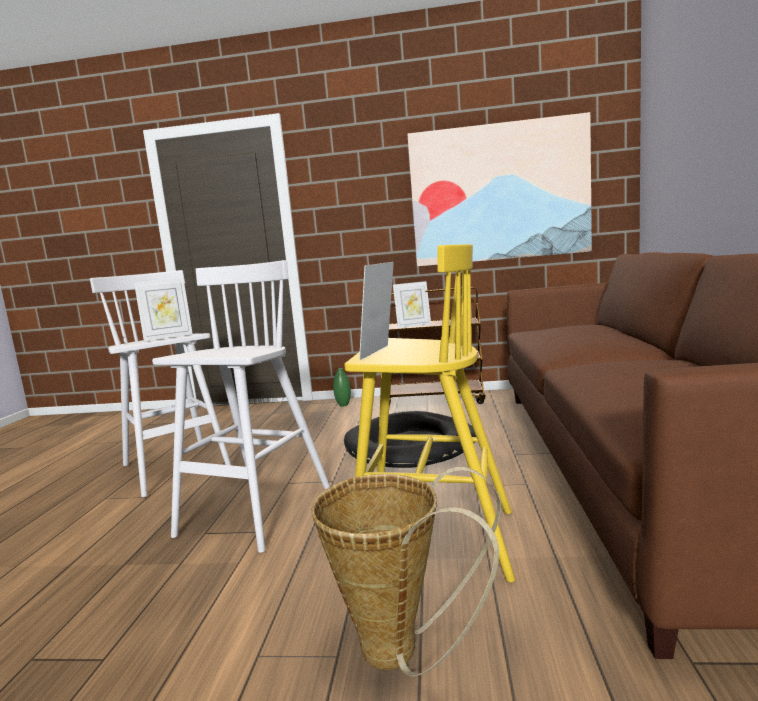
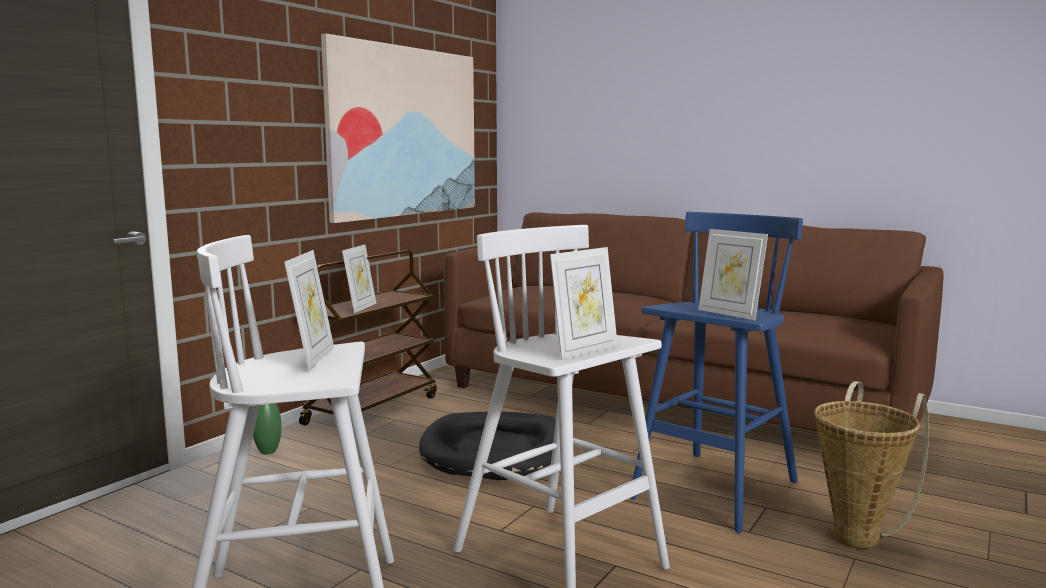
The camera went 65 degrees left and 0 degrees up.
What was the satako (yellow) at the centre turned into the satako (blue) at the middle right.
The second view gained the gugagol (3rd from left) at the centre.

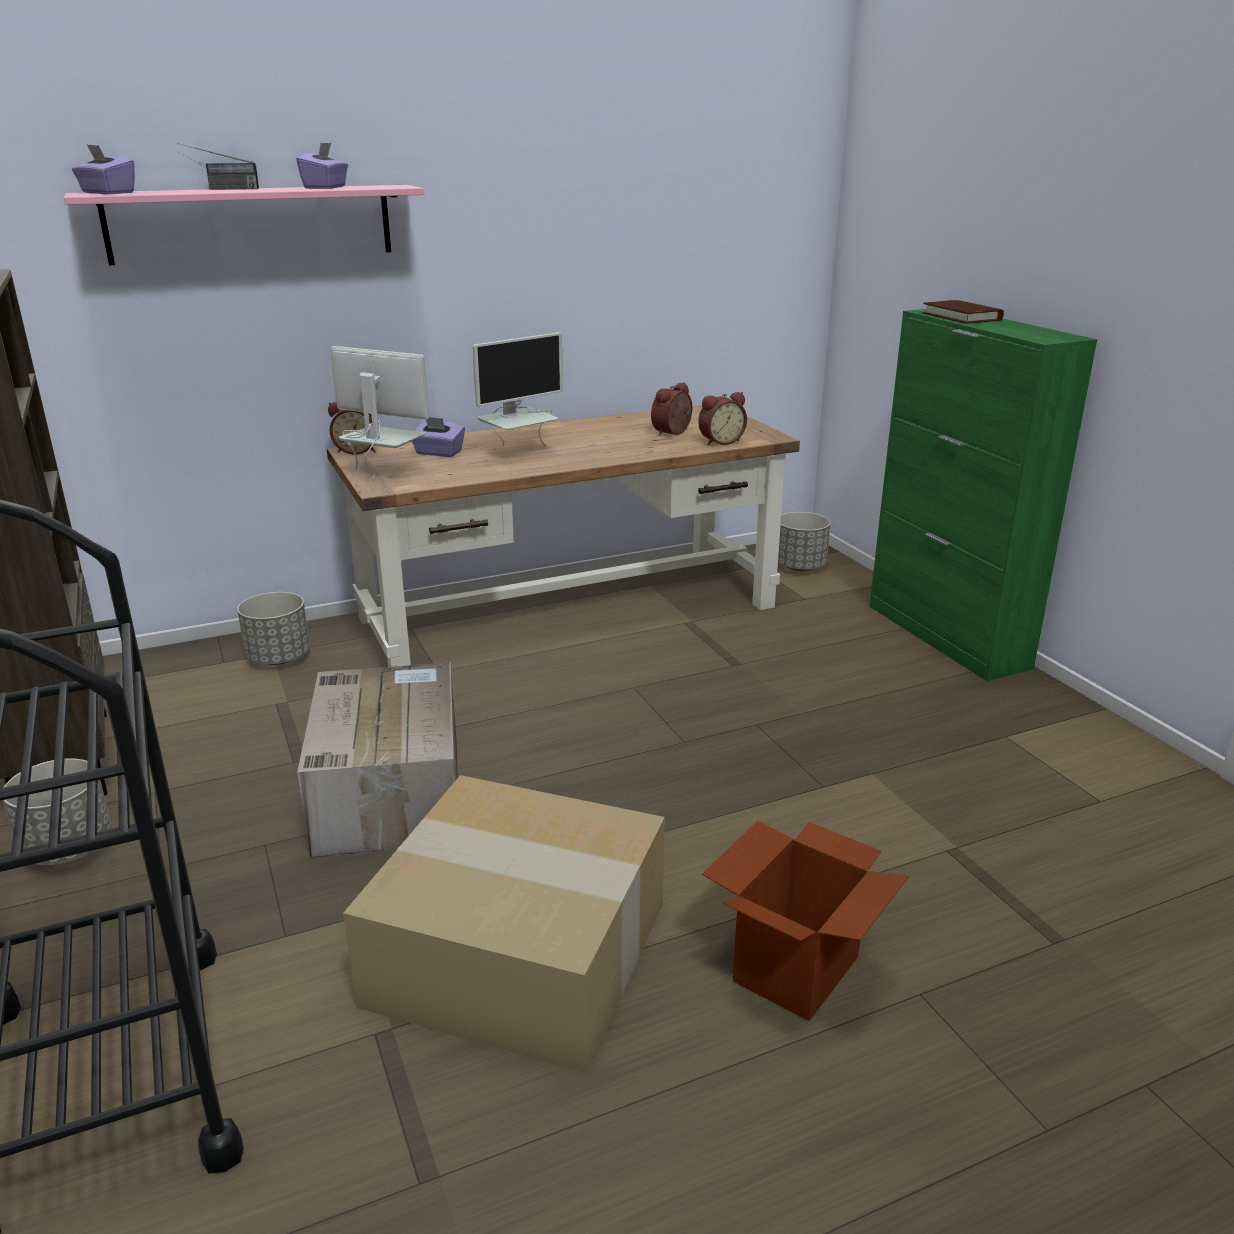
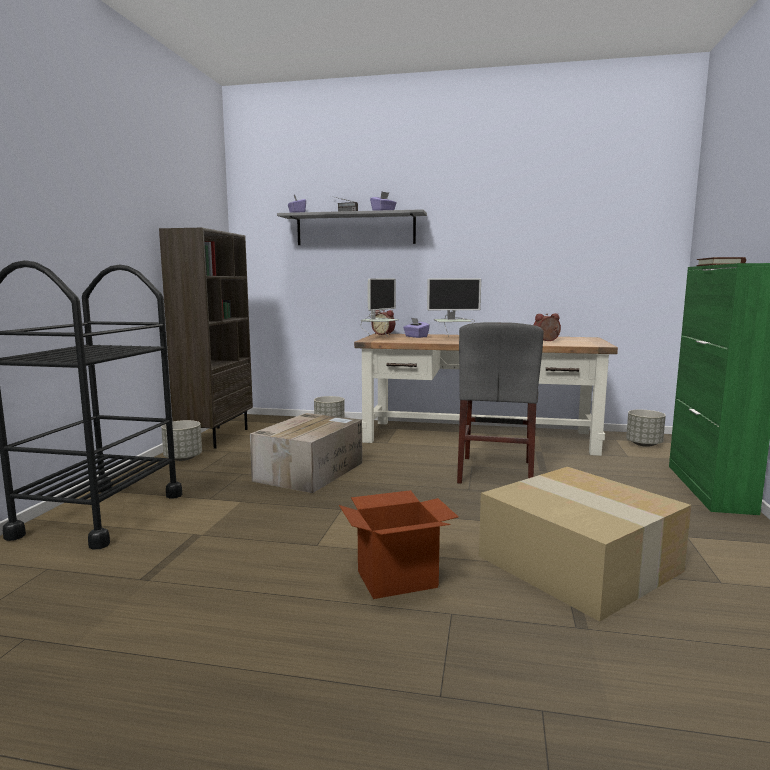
The camera went 35 degrees right and 15 degrees down.
What was the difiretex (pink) at the top left turned into the difiretex (grey) at the top centre.
The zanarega (1st from left) at the middle left ended up facing another way, 60 degrees clockwise from before.
The second view lost the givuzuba (3rd from left) at the centre.
The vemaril (2nd from left in the first image) ended up elsewhere, having gone from the bottom centre to the bottom right.
The second view gained the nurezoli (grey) at the centre.

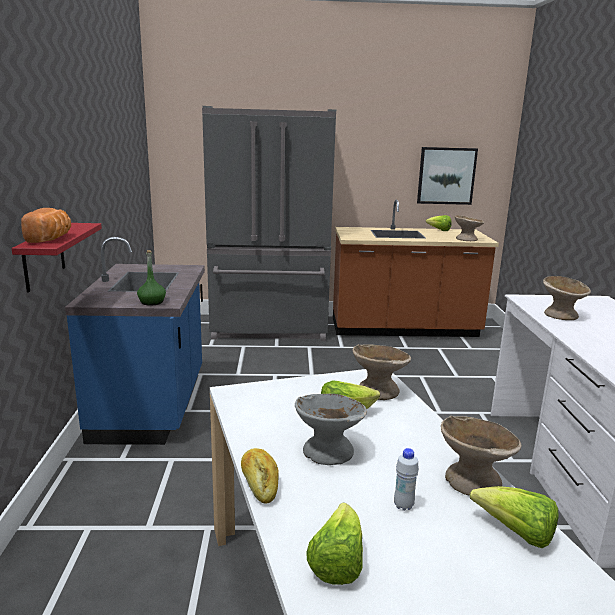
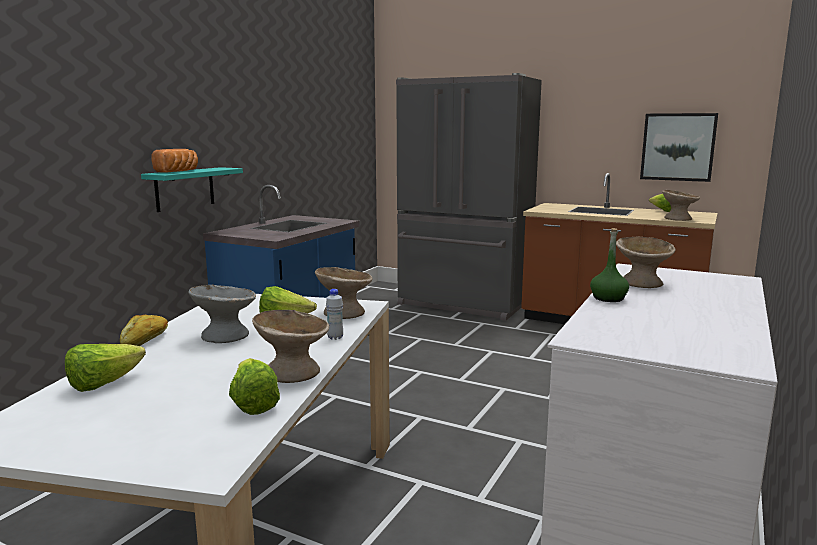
The camera went 30 degrees right and 5 degrees down.
What was the difiretex (red) at the middle left turned into the difiretex (turquoise) at the middle left.
The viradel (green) ended up elsewhere, having gone from the middle left to the middle right.
The viradel (white) ended up elsewhere, having gone from the bottom centre to the centre.

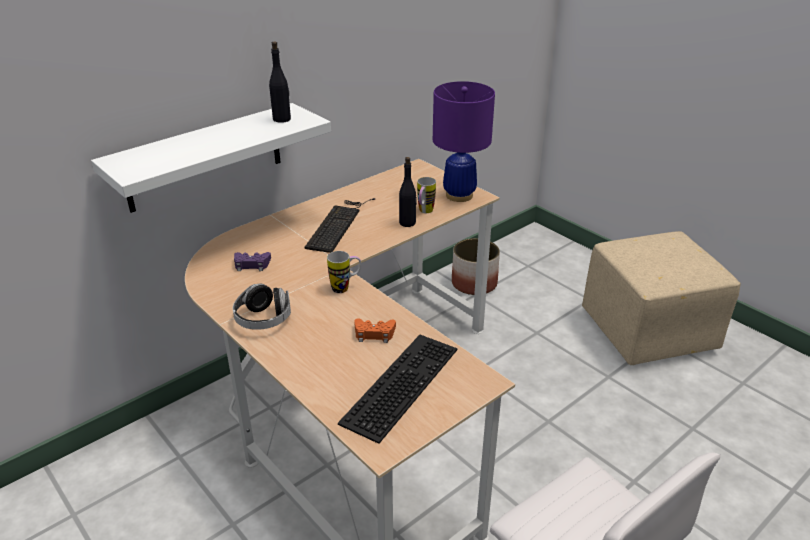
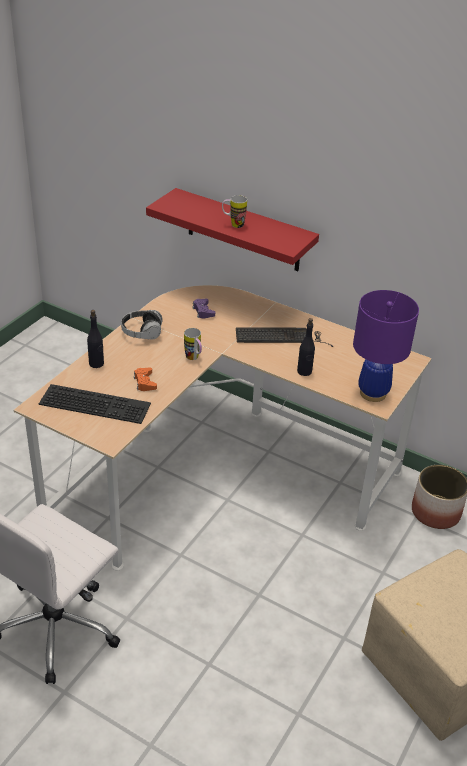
The camera went 70 degrees right and 5 degrees up.
The viradel (black) (1st from left) ended up elsewhere, having gone from the top centre to the middle left.
What was the difiretex (white) at the top left turned into the difiretex (red) at the top centre.
The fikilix (2nd from left) ended up elsewhere, having gone from the centre to the top centre.

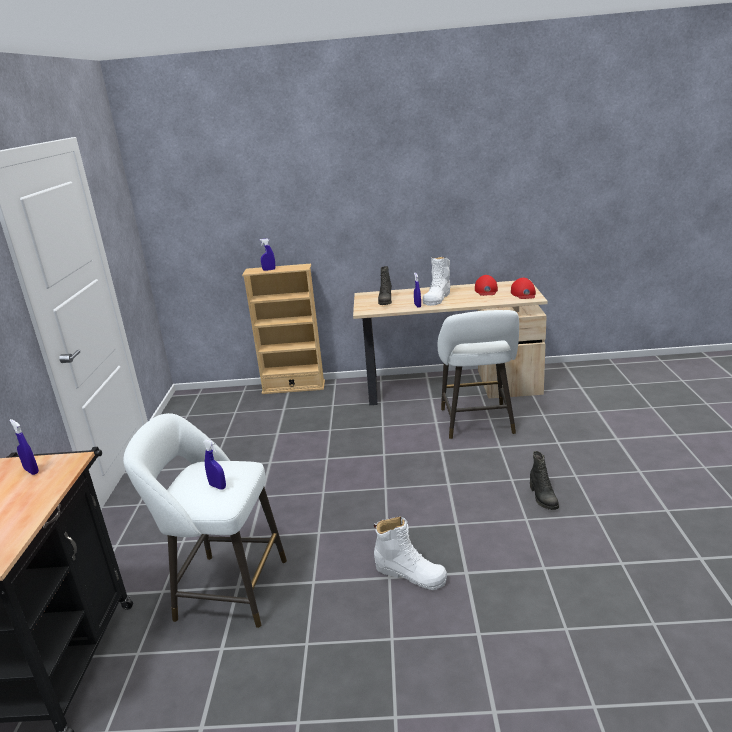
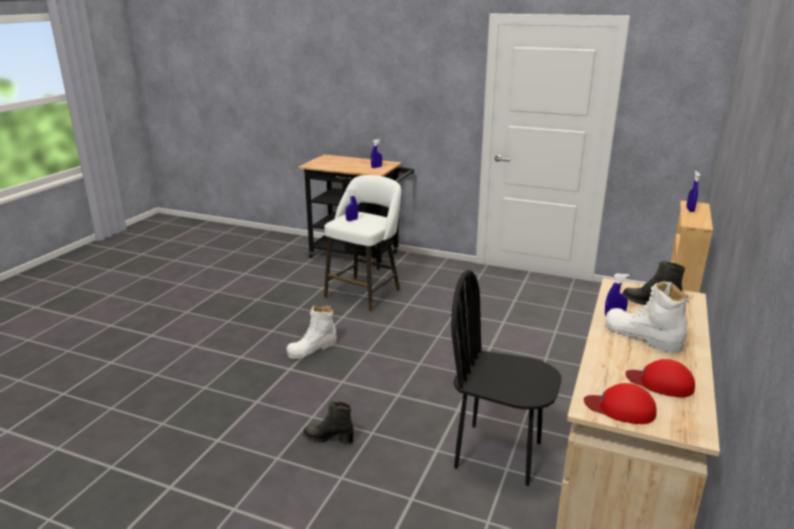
The camera went 110 degrees right and 0 degrees up.
Where the satako (white) (2nd from left) stood at the centre, the nurezoli (black) came to stand at the bottom centre.

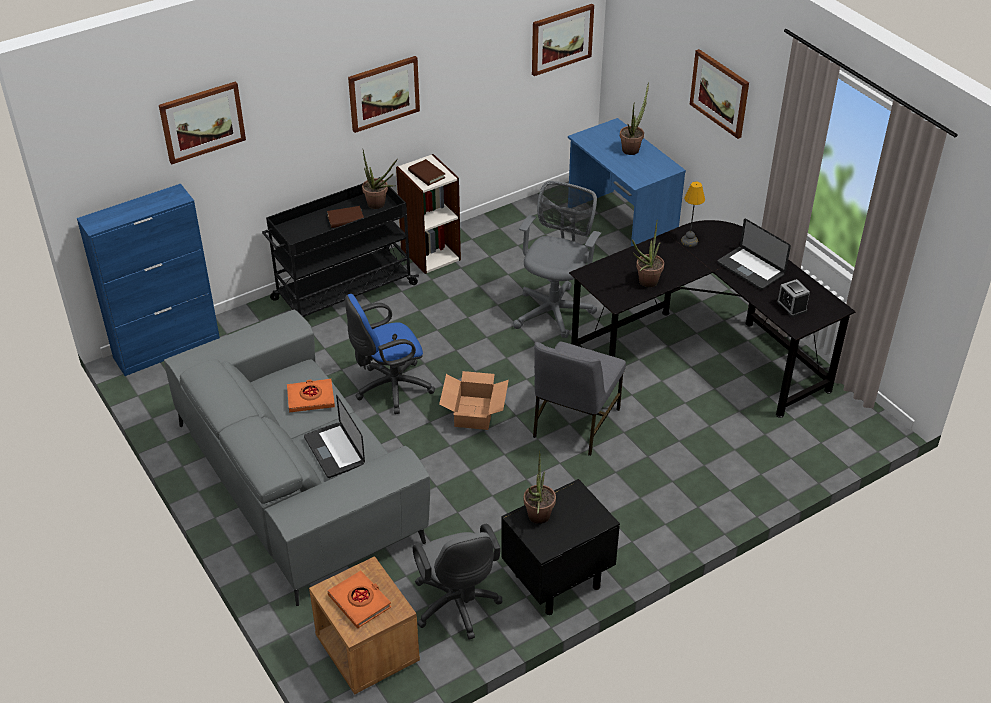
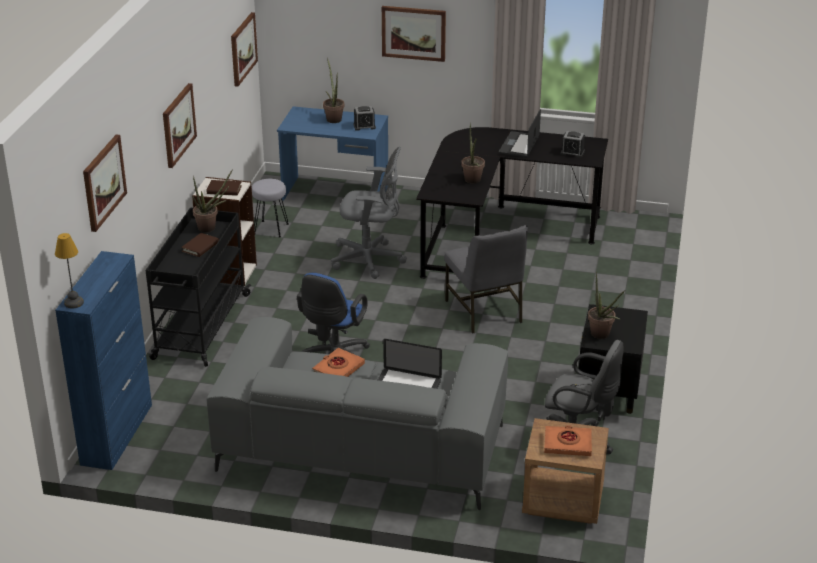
The camera went 45 degrees left and 10 degrees down.
The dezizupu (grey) (2nd from left in the first image) at the centre ended up facing another way, 120 degrees clockwise from before.
The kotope ended up elsewhere, having gone from the top right to the middle left.
The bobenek (2nd from left) at the middle right ended up facing another way, 105 degrees clockwise from before.
The second view lost the vemaril at the centre.
The second view gained the givuzuba (1st from left) at the top centre.
The second view gained the satako (grey) at the middle left.

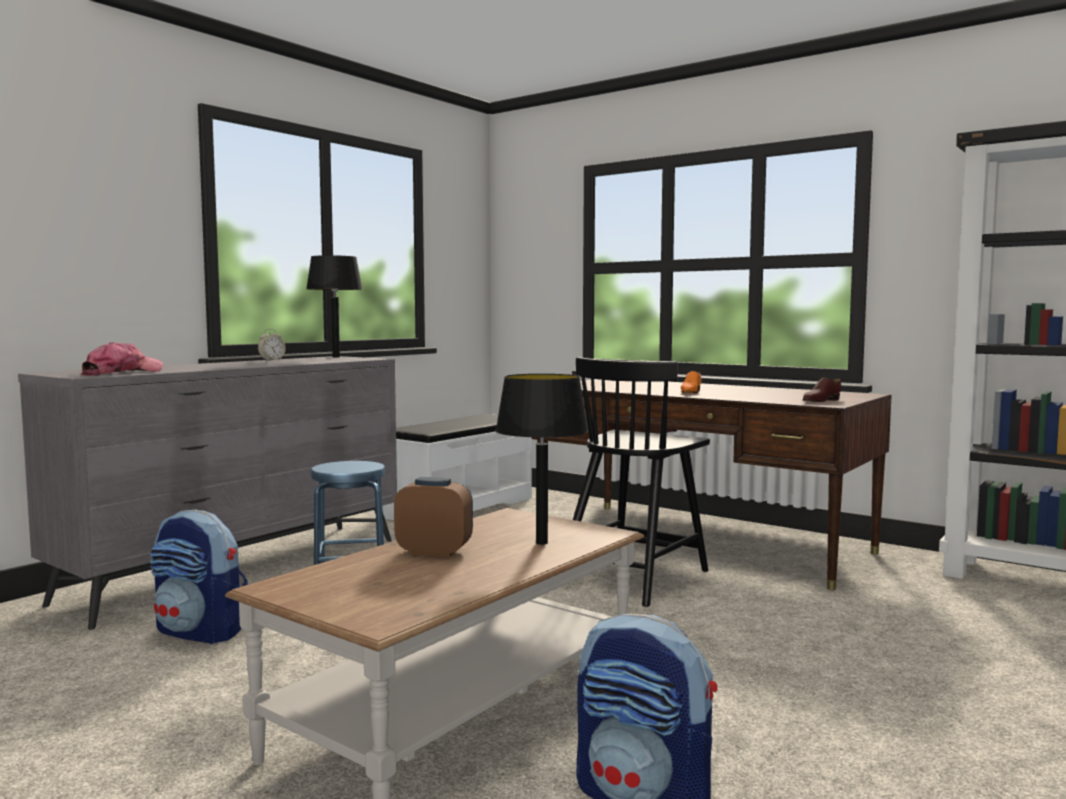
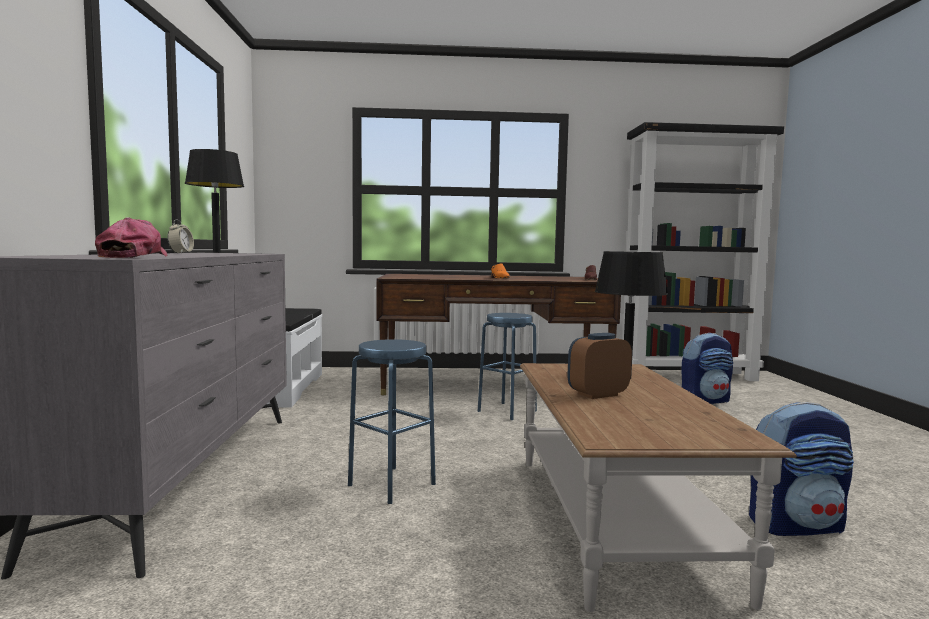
The camera went 40 degrees left and 0 degrees up.
Where the nurezoli (black) stood at the centre, the satako (blue) (2nd from left) came to stand at the centre.
The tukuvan (1st from left) ended up elsewhere, having gone from the bottom left to the middle right.

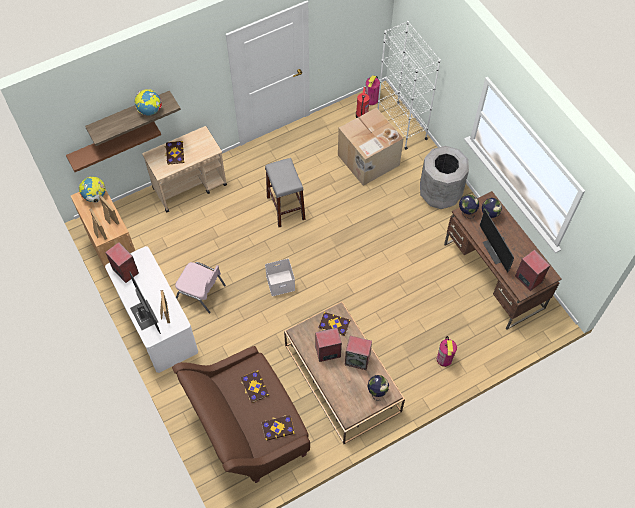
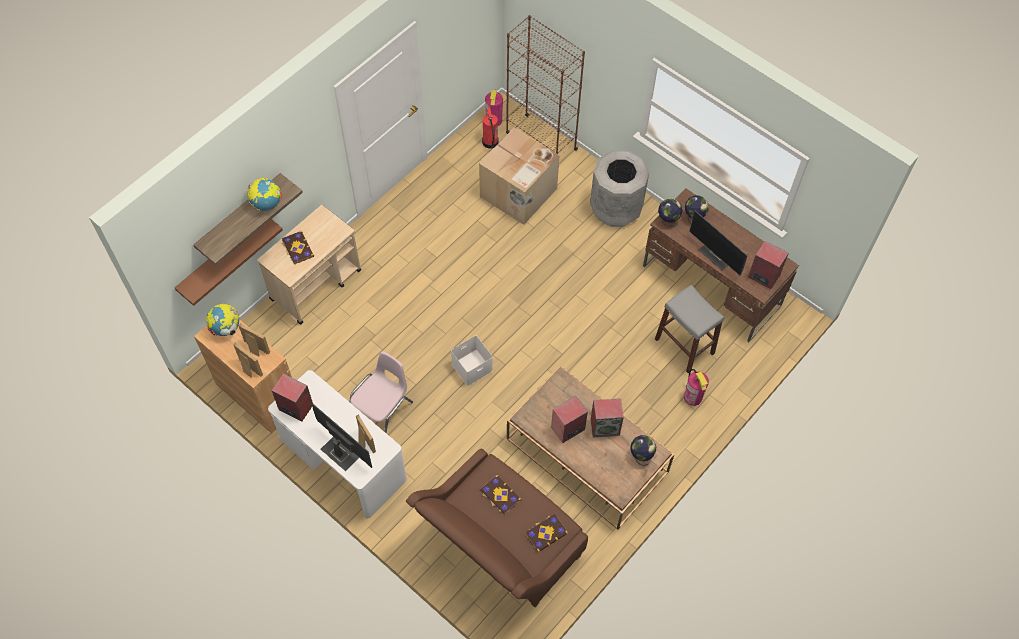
The camera went 20 degrees left and 0 degrees up.
What was the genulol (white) at the top centre turned into the genulol (brown) at the top centre.
The satako (grey) ended up elsewhere, having gone from the centre to the middle right.
The nurezoli (pink) at the middle left ended up facing another way, 60 degrees counterclockwise from before.
The second view lost the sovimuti (4th from left) at the centre.

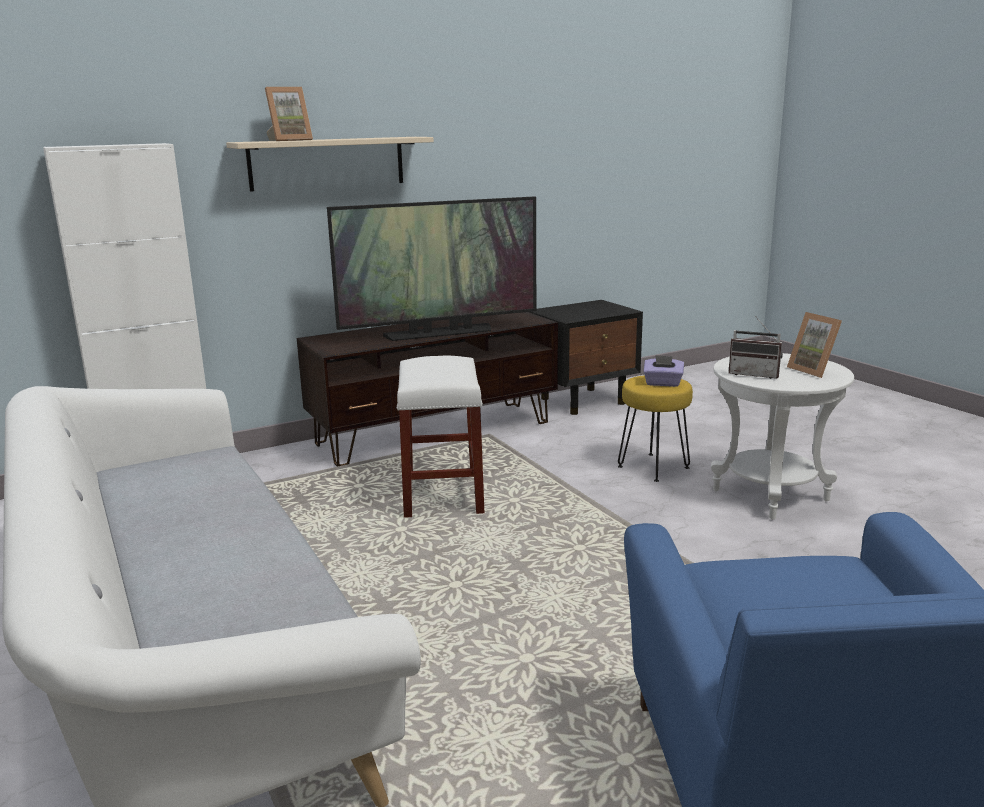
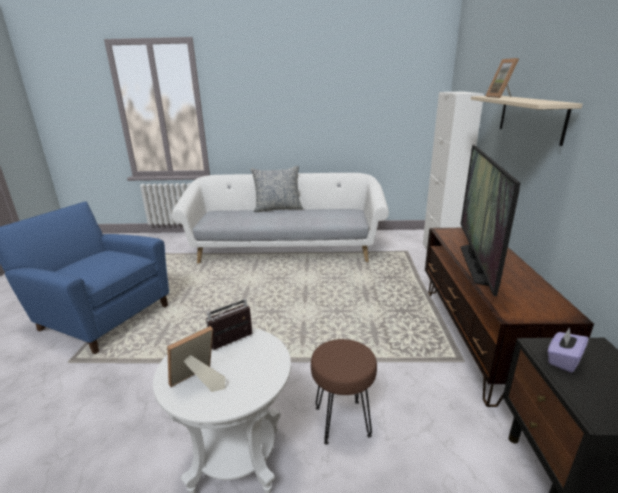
The camera went 120 degrees right and 5 degrees up.
The gugagol (2nd from left in the first image) at the middle right ended up facing another way, 45 degrees counterclockwise from before.
The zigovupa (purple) ended up elsewhere, having gone from the middle right to the bottom right.
The second view lost the satako (white) at the centre.
What was the satako (yellow) at the centre turned into the satako (brown) at the bottom centre.
The second view gained the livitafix at the centre.

